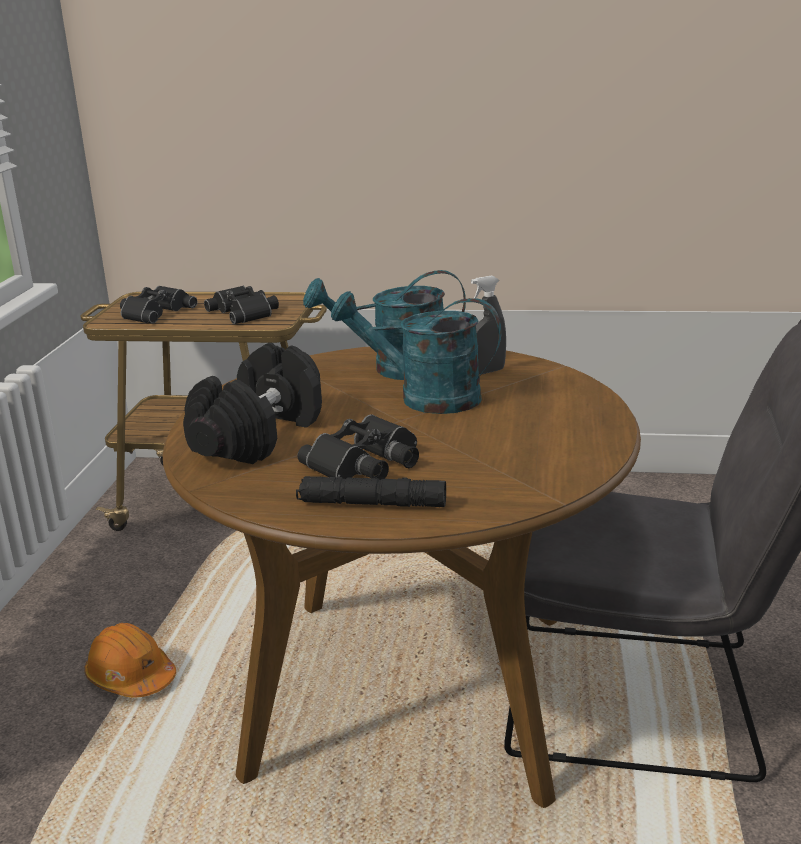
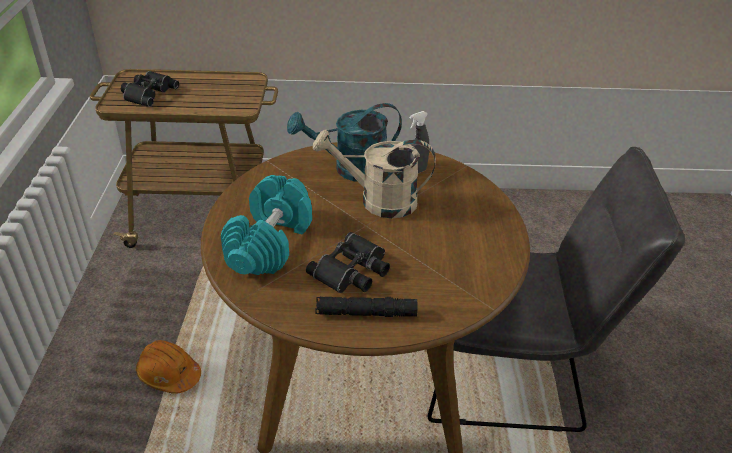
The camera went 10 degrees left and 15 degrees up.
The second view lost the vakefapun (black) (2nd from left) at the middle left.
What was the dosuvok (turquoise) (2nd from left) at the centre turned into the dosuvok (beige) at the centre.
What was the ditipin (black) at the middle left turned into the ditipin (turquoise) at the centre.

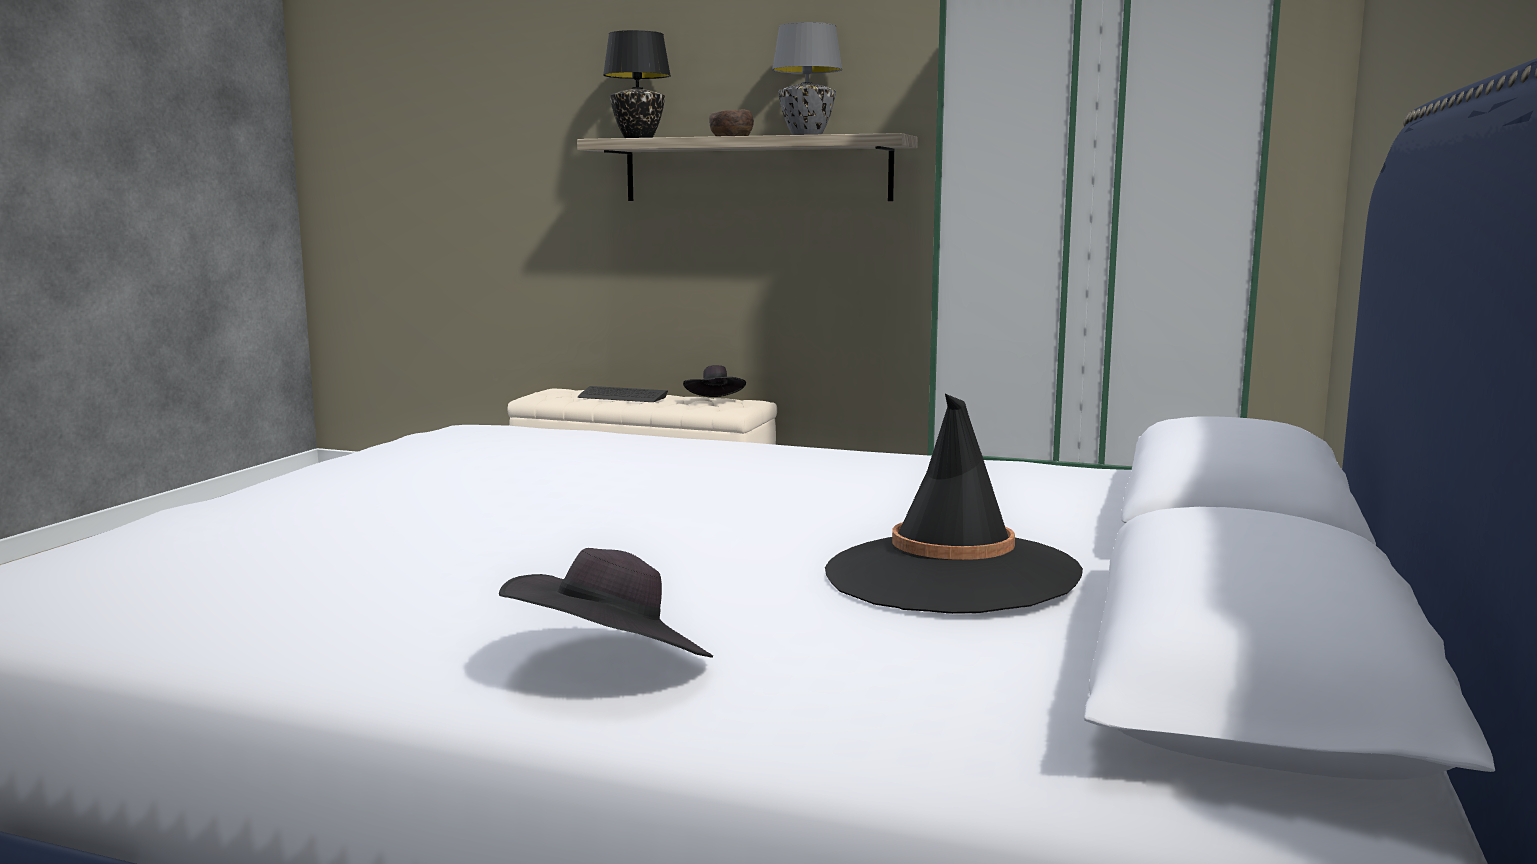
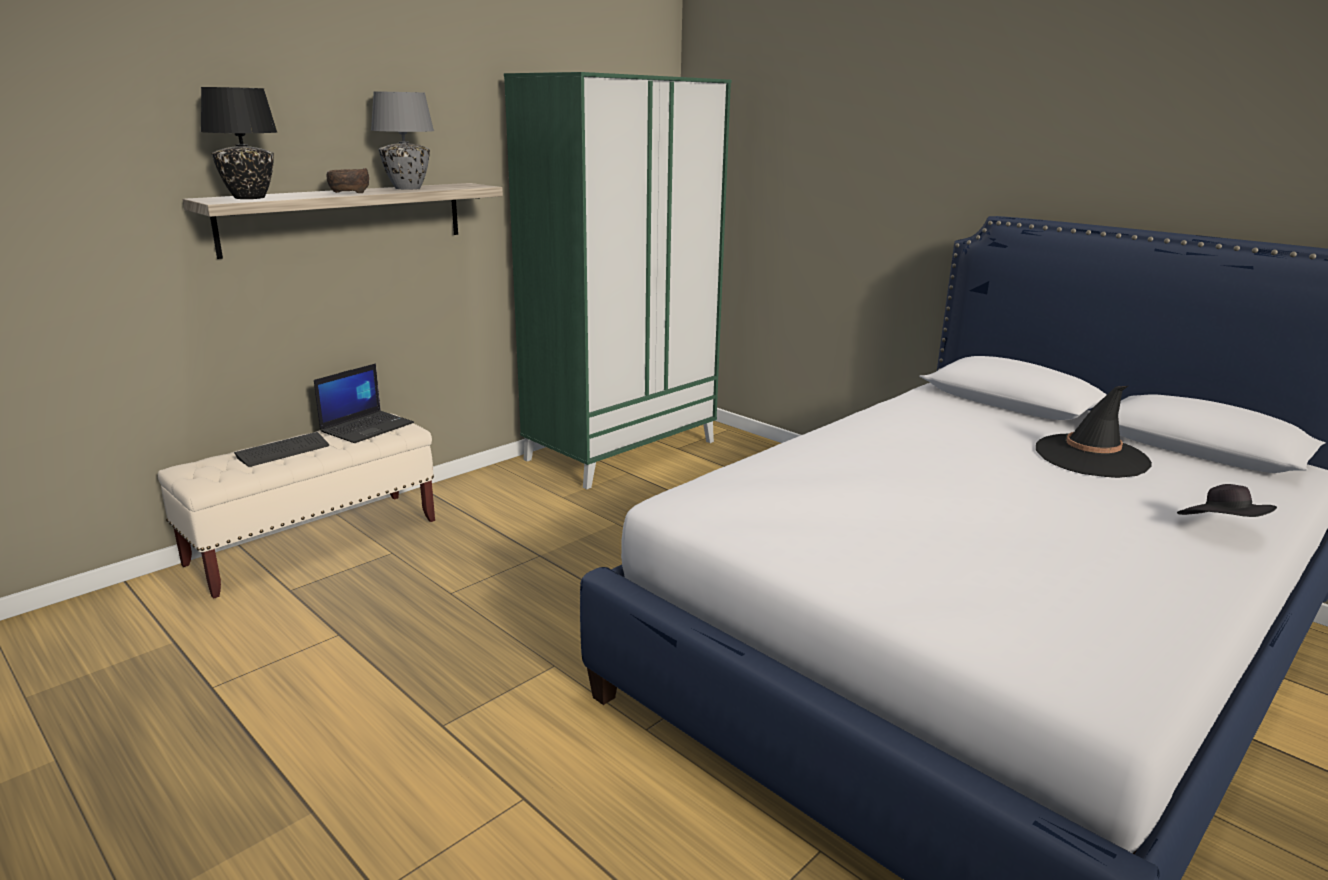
The camera went 65 degrees left and 10 degrees up.
Where the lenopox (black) (2nd from left) stood at the centre, the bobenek came to stand at the middle left.

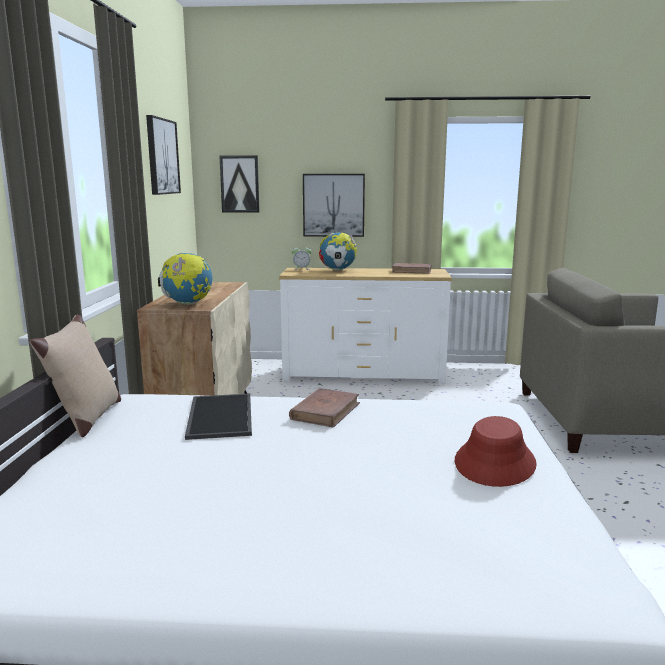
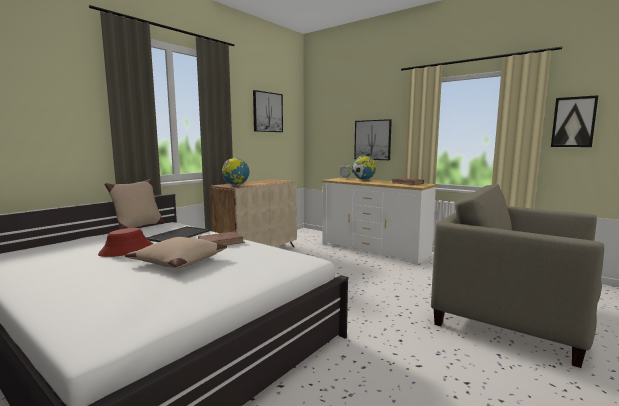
The camera went 35 degrees right and 5 degrees down.
The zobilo (2nd from left in the first image) ended up elsewhere, having gone from the top centre to the top right.
The lenopox (red) ended up elsewhere, having gone from the bottom right to the middle left.
The second view gained the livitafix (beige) (2nd from left) at the middle left.

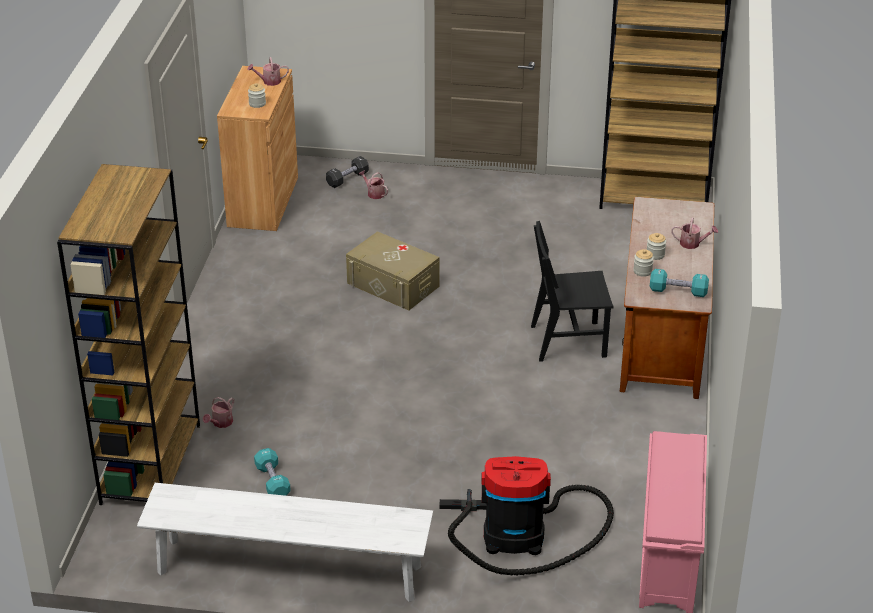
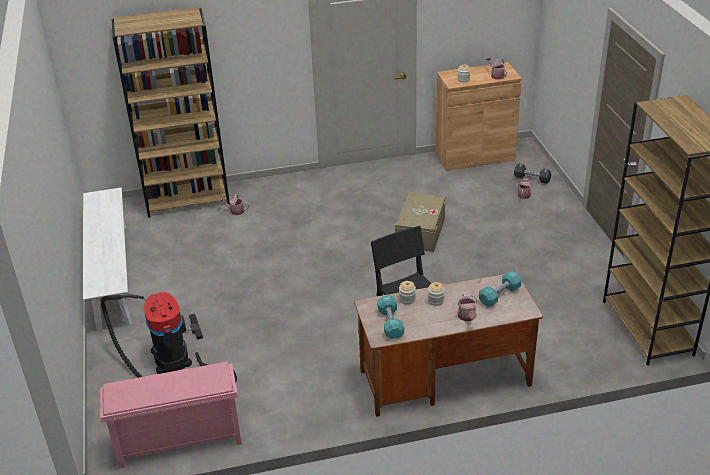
The camera went 70 degrees right and 0 degrees up.
The ditipin (turquoise) (1st from left in the first image) ended up elsewhere, having gone from the bottom left to the middle right.

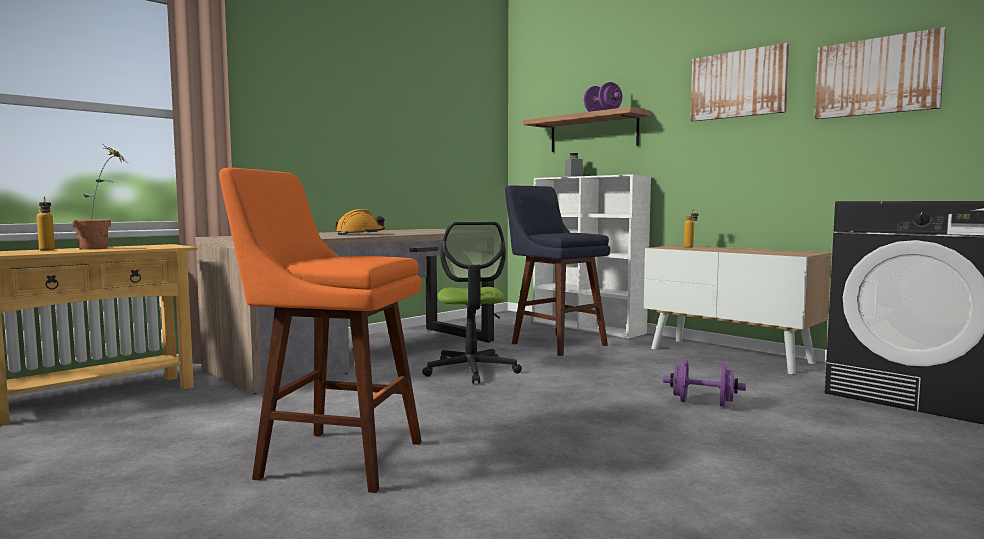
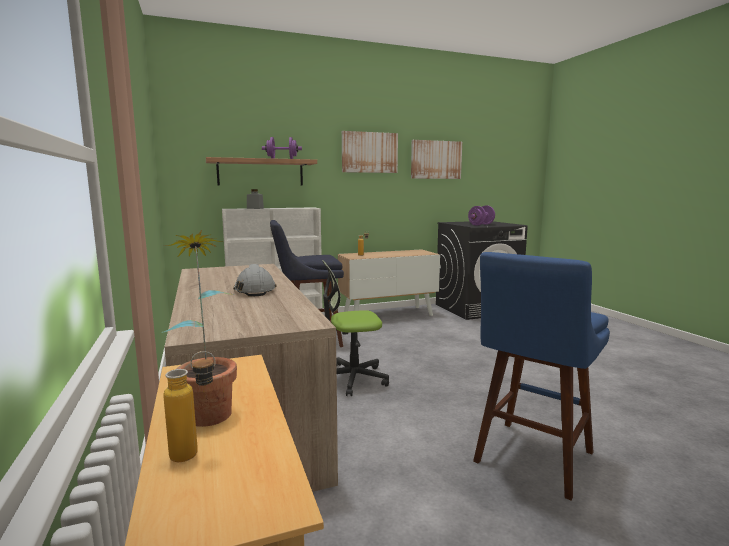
The camera went 65 degrees left and 5 degrees up.
What was the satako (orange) at the middle left turned into the satako (blue) (2nd from left) at the bottom right.
What was the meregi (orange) at the centre turned into the meregi (grey) at the centre.
The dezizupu at the centre ended up facing another way, 150 degrees clockwise from before.
The ditipin (purple) (2nd from left) ended up elsewhere, having gone from the bottom right to the centre.

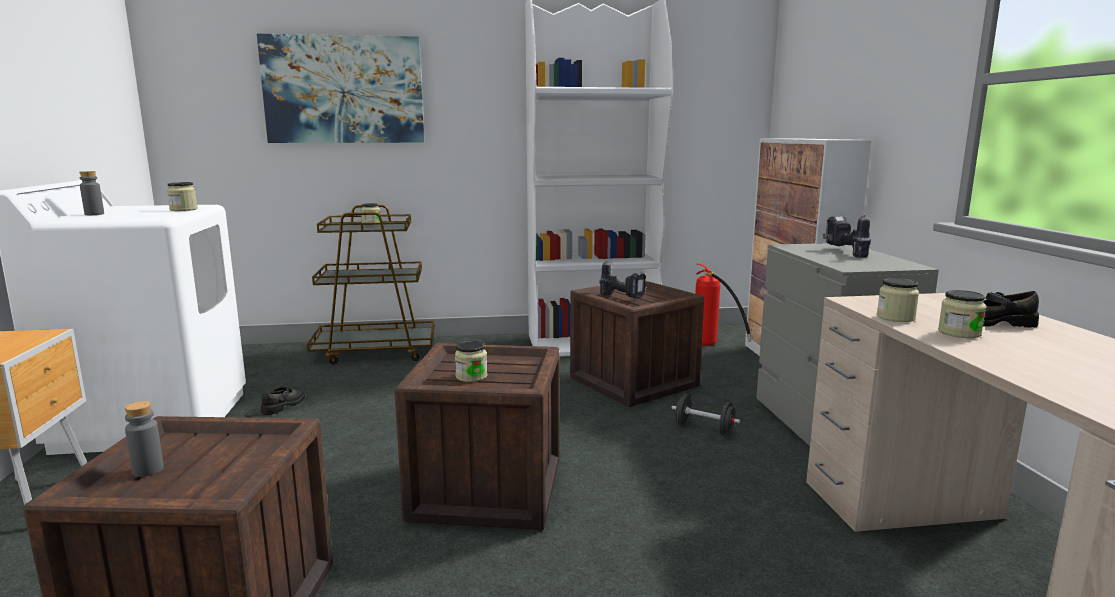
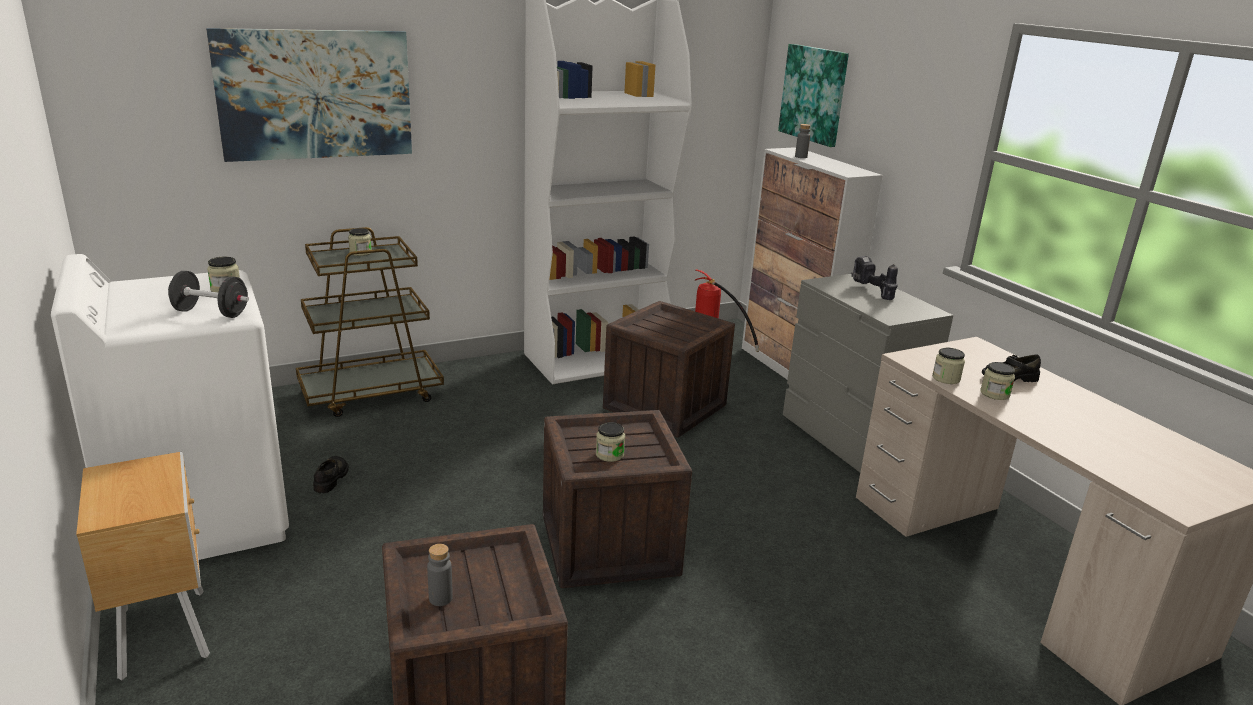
The camera went 20 degrees left and 10 degrees up.
The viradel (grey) (1st from left in the first image) ended up elsewhere, having gone from the top left to the top centre.
The second view lost the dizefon (1st from left) at the centre.
The ditipin (black) ended up elsewhere, having gone from the bottom centre to the middle left.
The second view gained the zobilo (2nd from left) at the top centre.

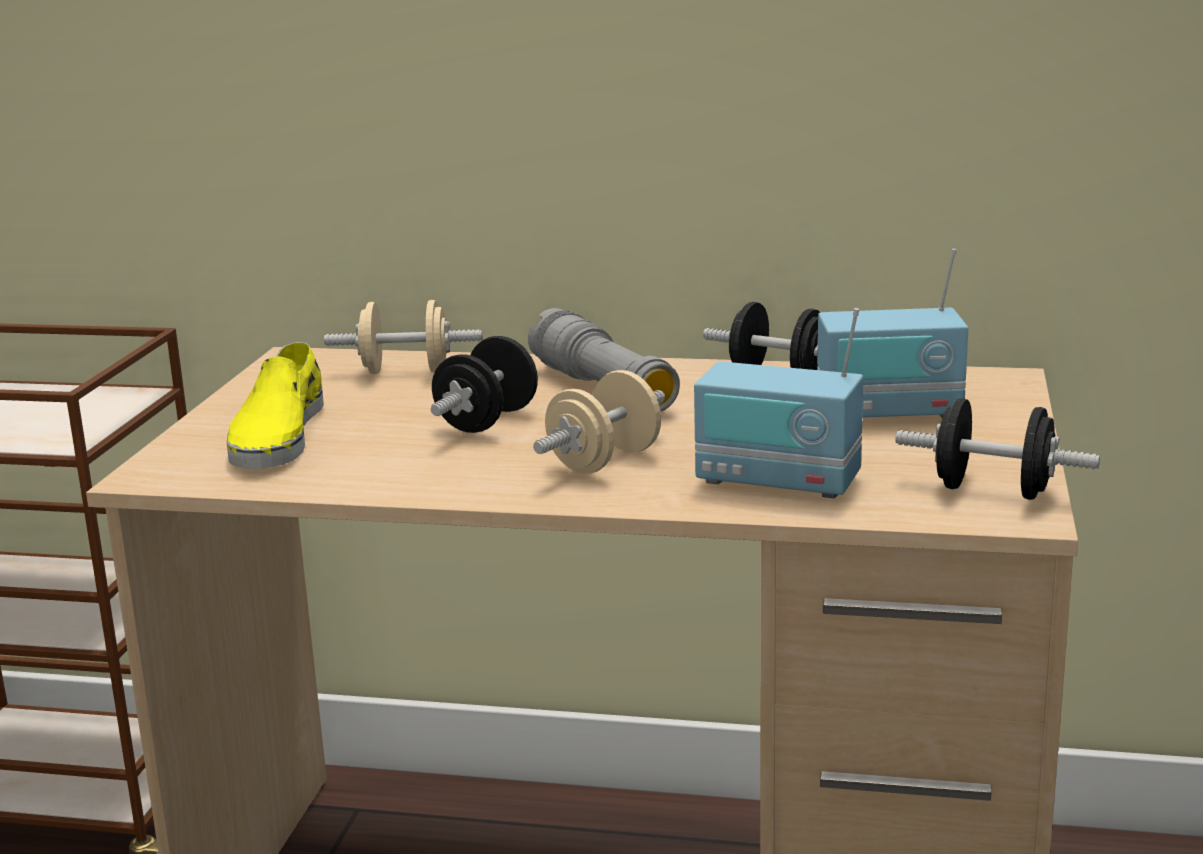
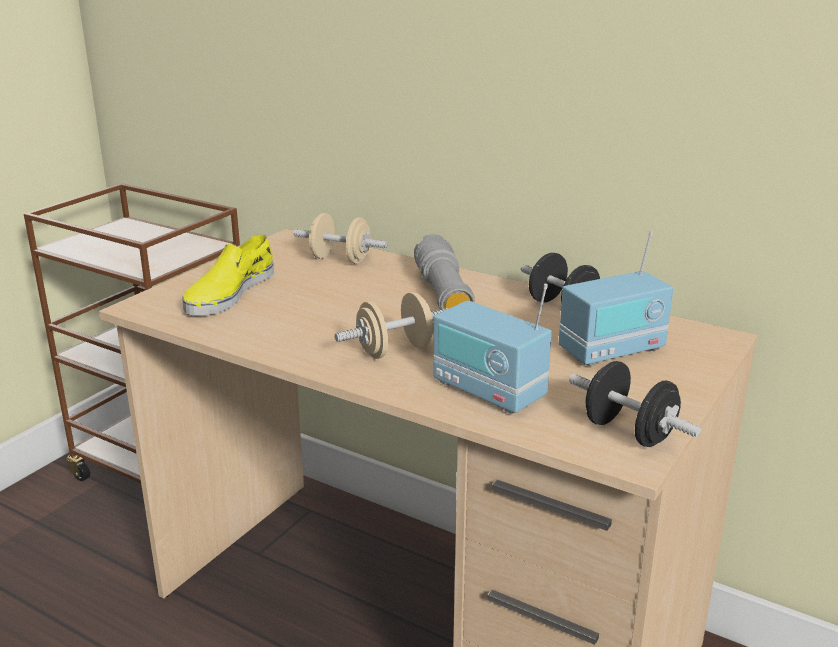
The camera went 20 degrees right and 5 degrees up.
The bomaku (2nd from left) at the middle right ended up facing another way, 45 degrees counterclockwise from before.
The second view lost the ditipin (black) (1st from left) at the centre.

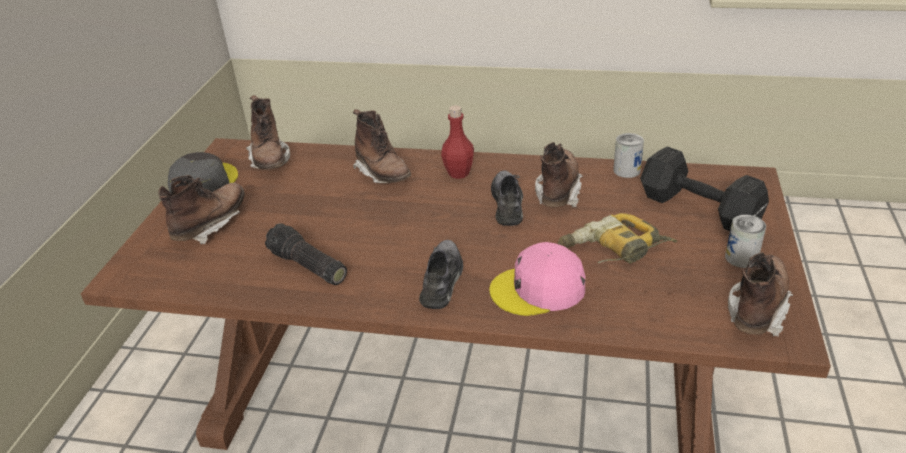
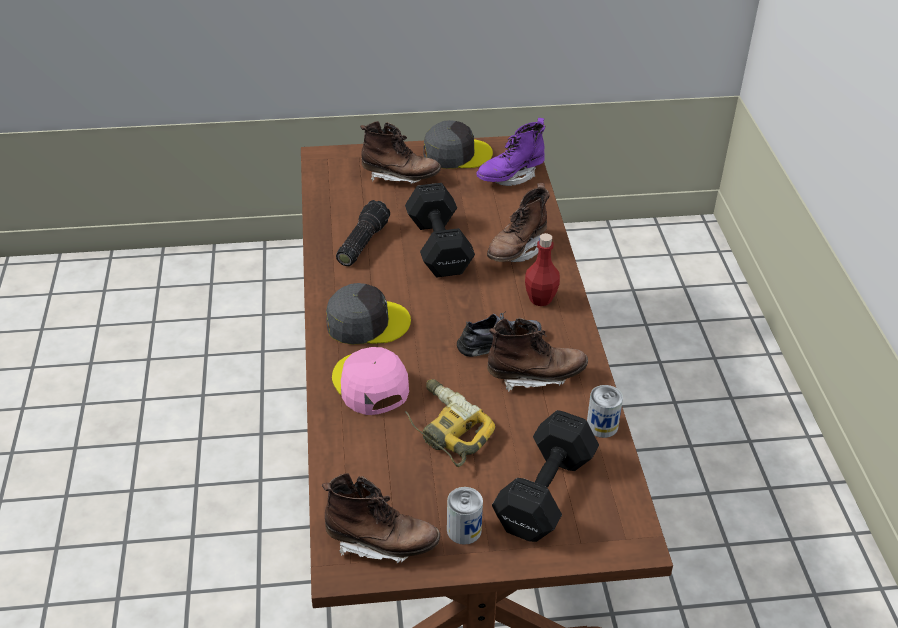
The camera went 70 degrees right and 5 degrees up.
What was the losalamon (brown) (2nd from left) at the top left turned into the losalamon (purple) at the top centre.
Where the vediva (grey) (1st from left) stood at the centre, the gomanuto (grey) (1st from left) came to stand at the centre.
The second view gained the ditipin (black) (1st from left) at the centre.

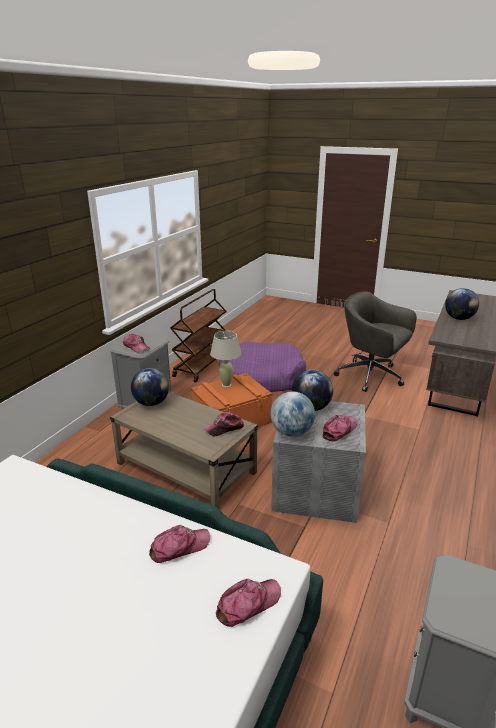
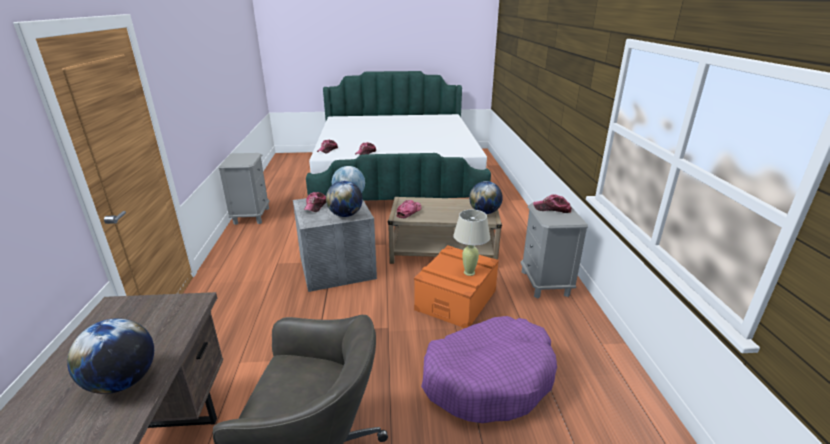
The camera went 150 degrees right and 0 degrees up.
The second view lost the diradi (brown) at the centre.

